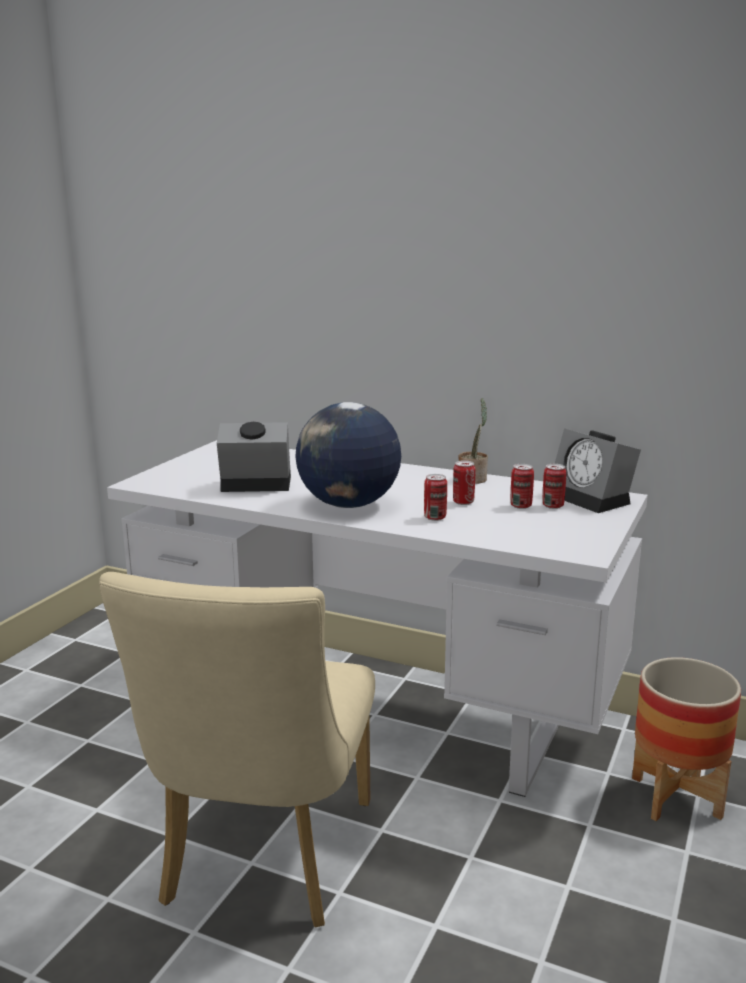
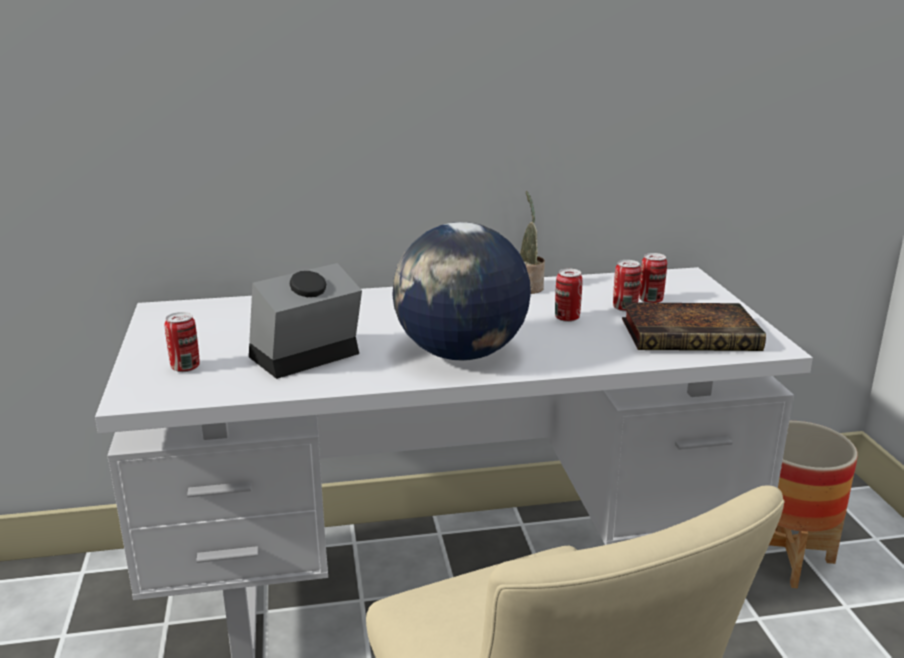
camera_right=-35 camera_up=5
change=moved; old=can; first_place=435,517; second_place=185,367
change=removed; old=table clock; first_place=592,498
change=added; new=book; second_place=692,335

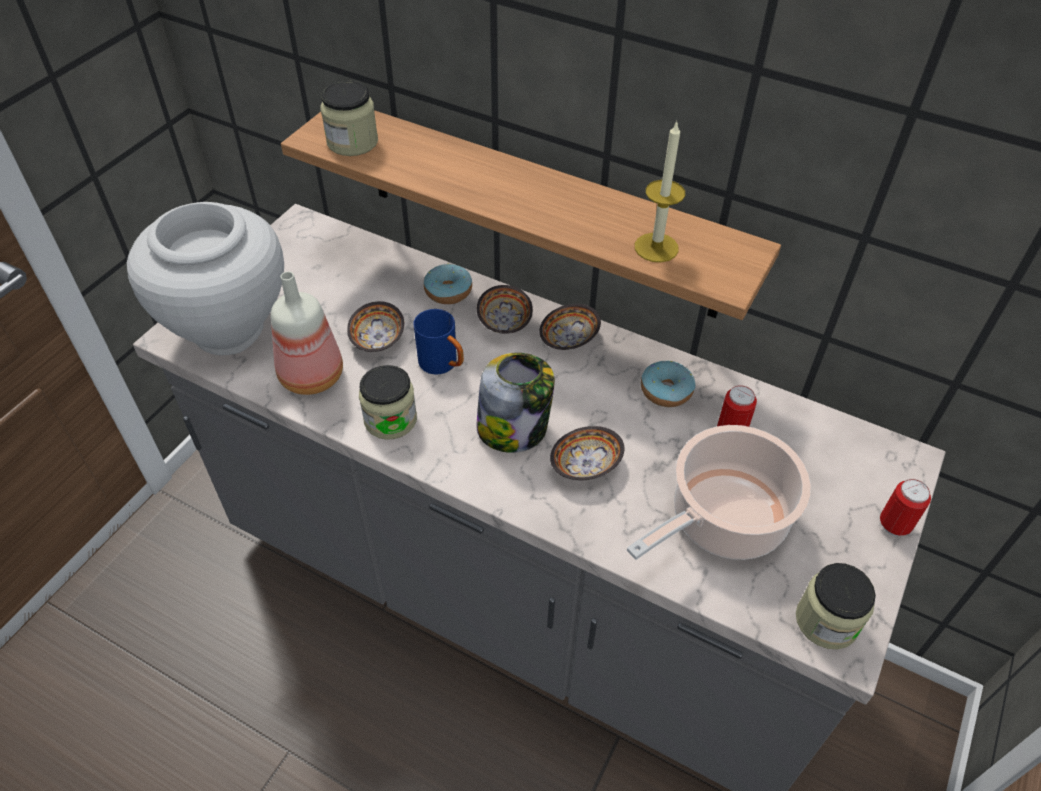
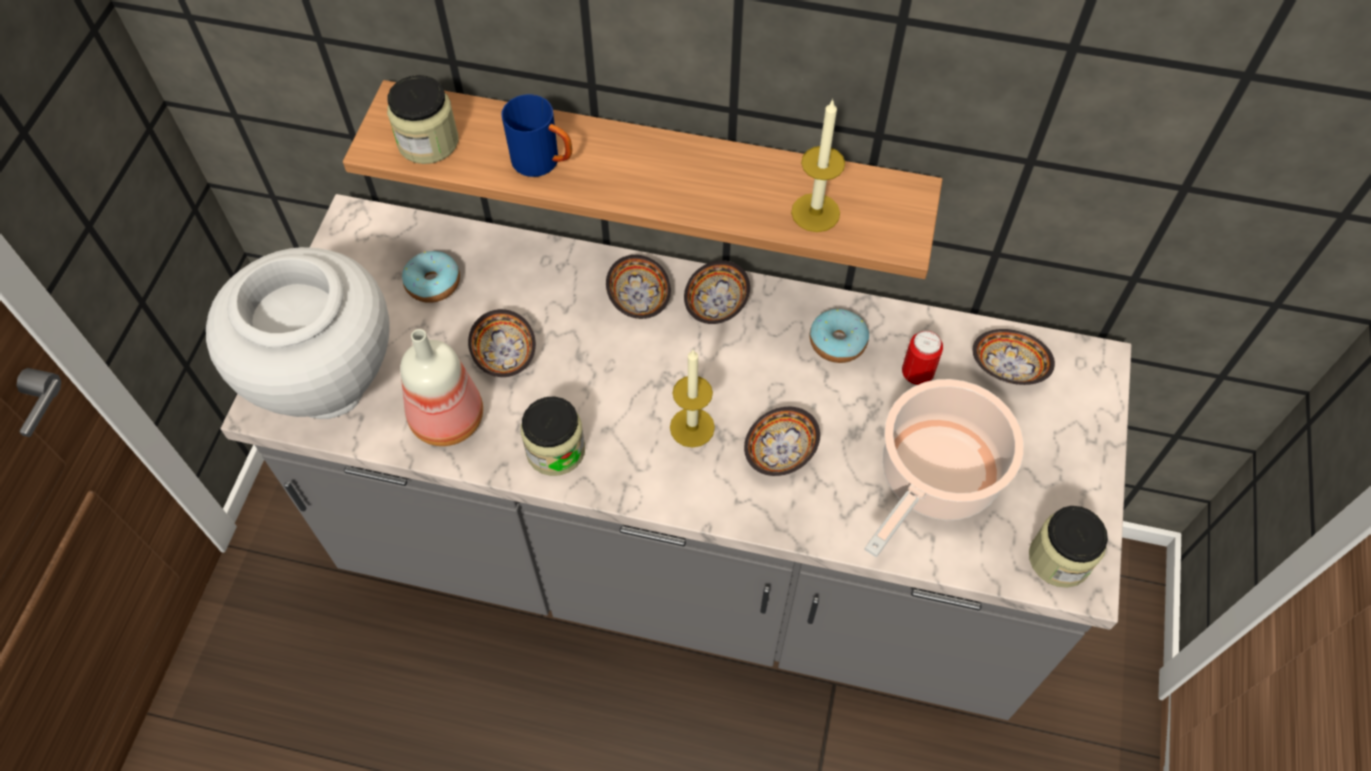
camera_right=-15 camera_up=10
change=moved; old=blue-coloured mug; first_place=443,365; second_place=544,163
change=moved; old=ring doughnut; first_place=448,291; second_place=433,283
change=replaced; old=storage jar; new=wax light; first_place=514,428; second_place=692,427
change=removed; old=can; first_place=894,525
change=added; new=serving bowl; second_place=1008,368

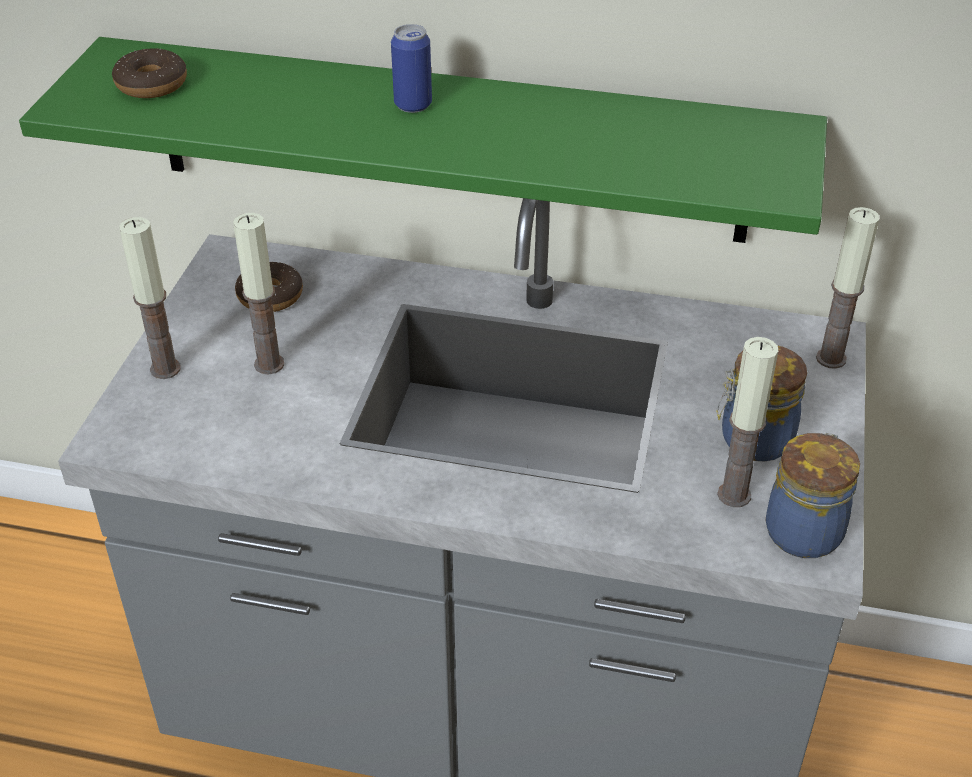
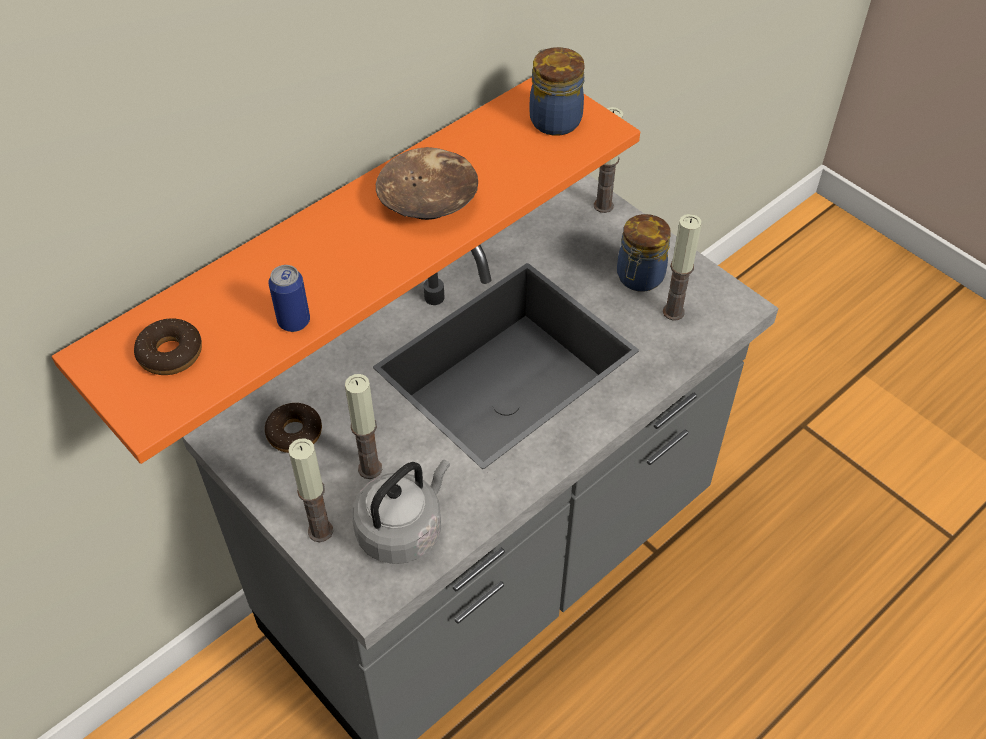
camera_right=-55 camera_up=10
change=recoloured; old=green-coloured bracket shelf; new=orange-coloured bracket shelf; first_place=447,140; second_place=333,239
change=moved; old=can; first_place=413,105; second_place=294,321
change=moved; old=storage jar; first_place=804,530; second_place=554,119
change=added; new=grey tea kettle; second_place=403,529
change=added; new=brown-coloured serving bowl; second_place=429,200

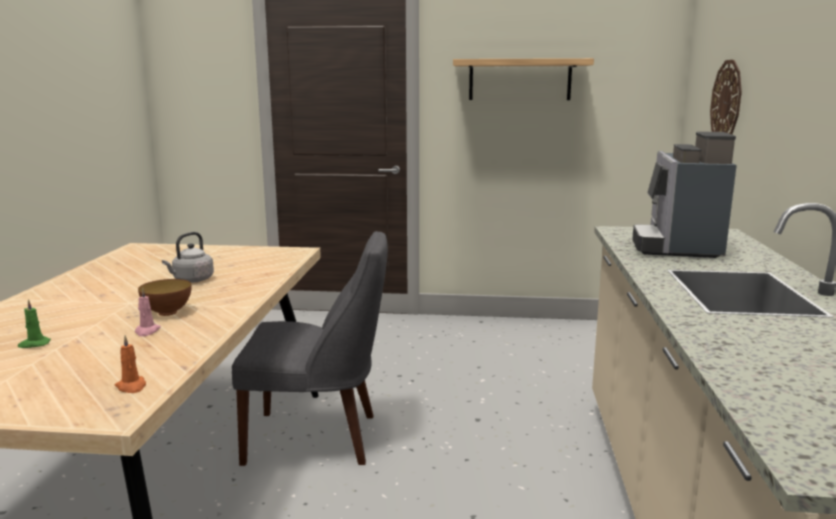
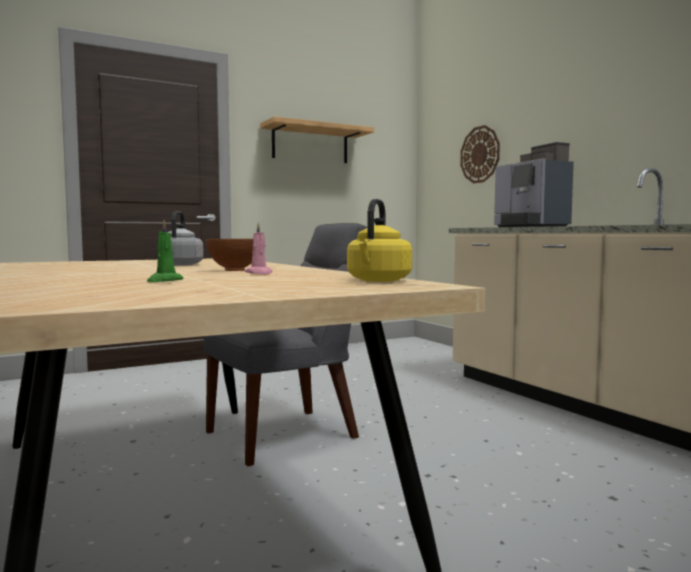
camera_right=-35 camera_up=-10
change=replaced; old=orange-coloured wax light; new=yellowish tea kettle; first_place=131,387; second_place=378,281

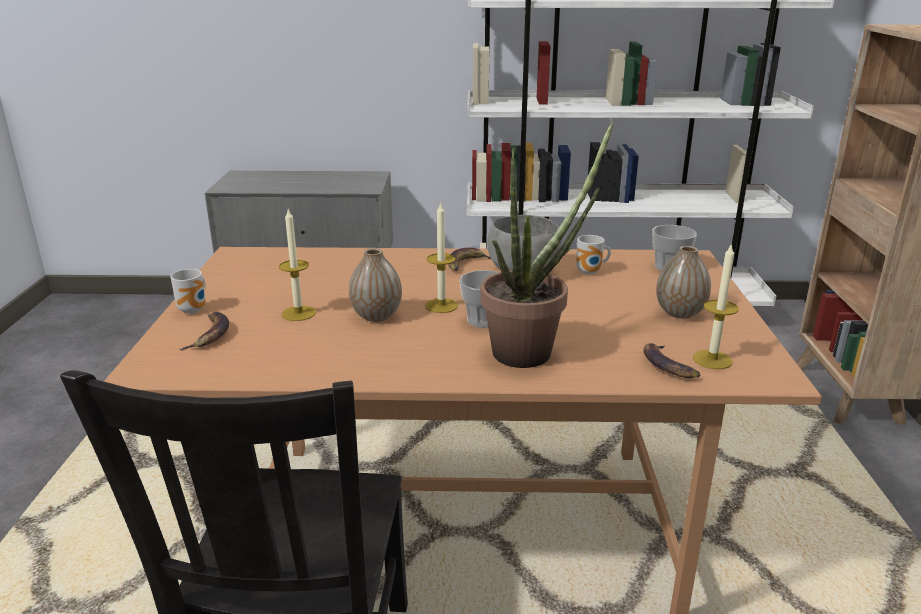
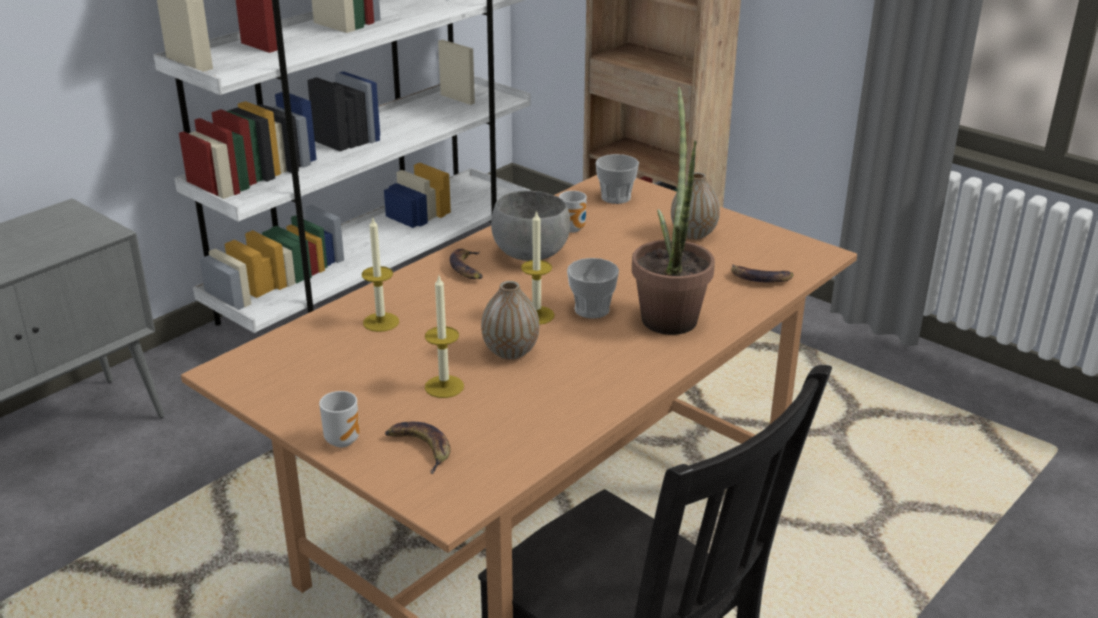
camera_right=-50 camera_up=5
change=moved; old=wax light; first_place=712,359; second_place=381,322

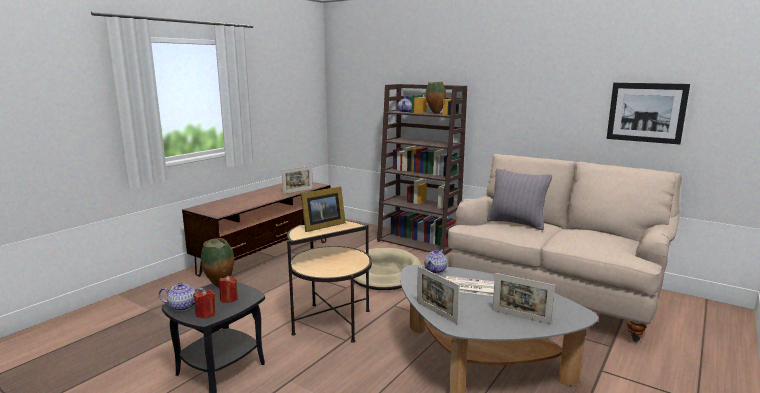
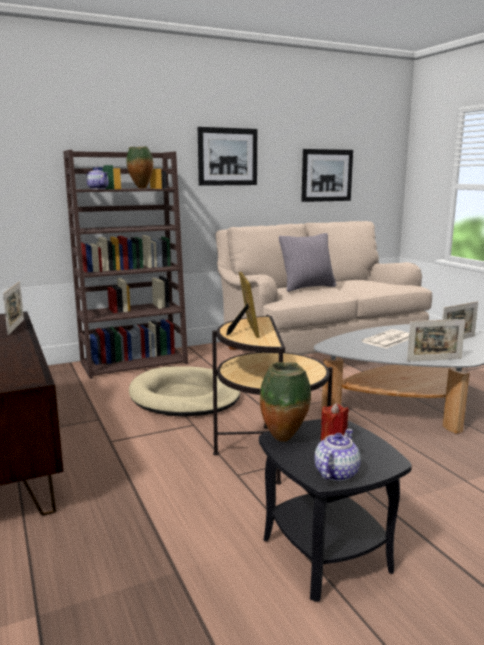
camera_right=-60 camera_up=0
change=removed; old=red wax light; first_place=205,314
change=removed; old=tea pot; first_place=435,270
change=added; new=wall art; second_place=227,157

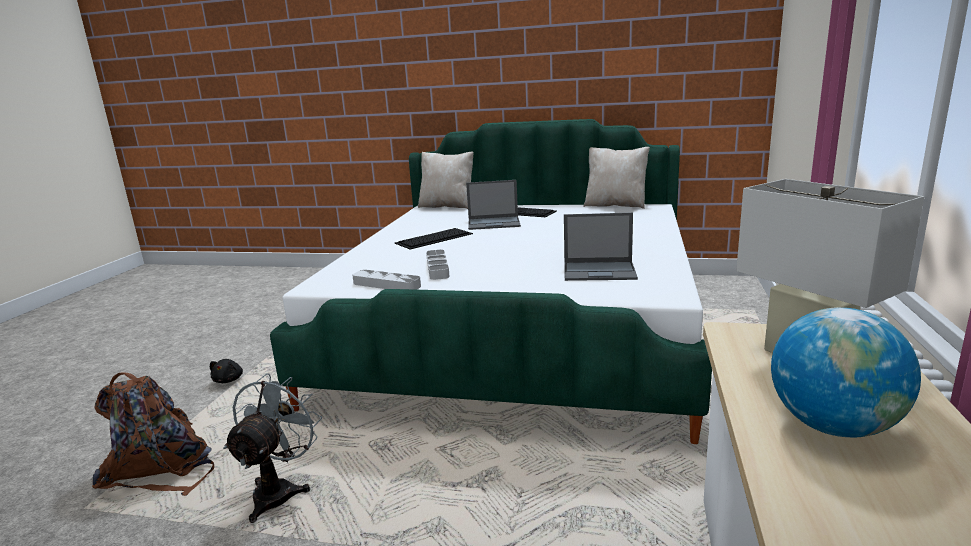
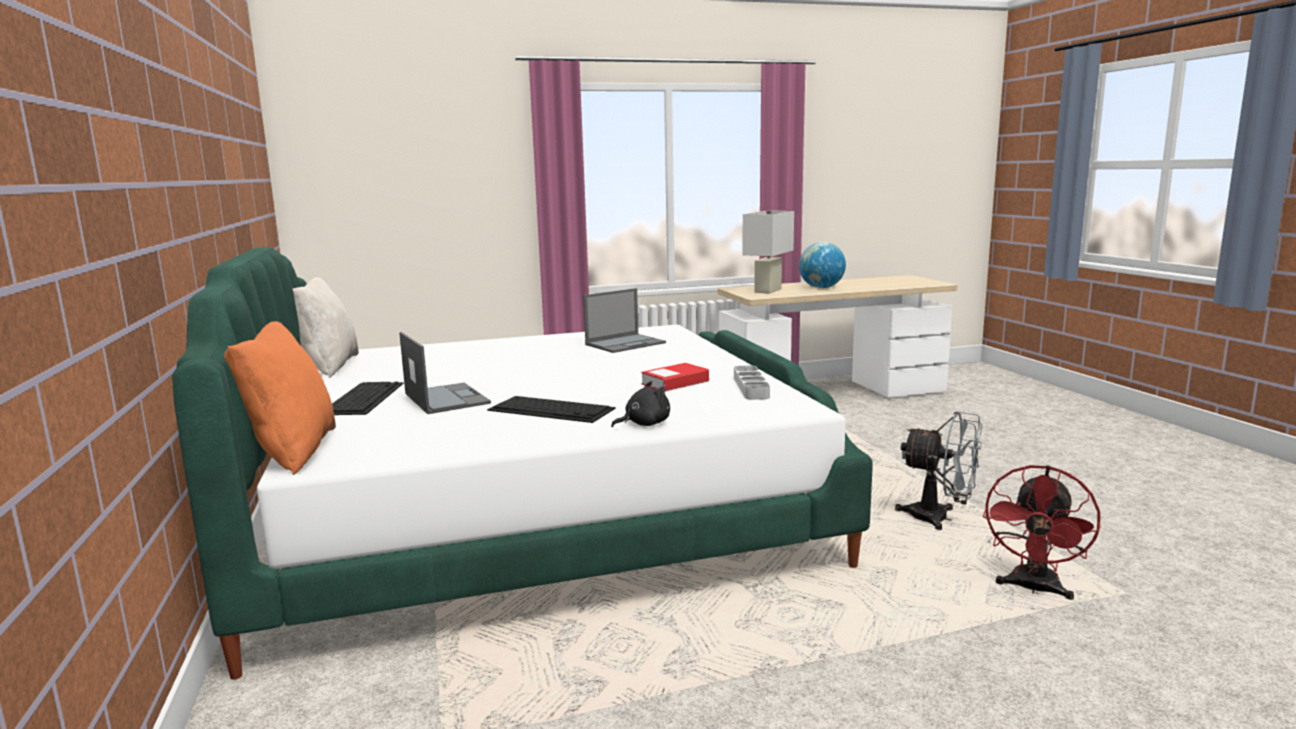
camera_right=-120 camera_up=-5
change=replaced; old=brown-coloured backpack; new=red cooling fan; first_place=162,468; second_place=1034,589
change=moved; old=blackish plush toy; first_place=229,380; second_place=644,424
change=turned; old=grey cooling fan; first_place=280,490; second_place=939,519; degrees=-135
change=recoloured; old=sand-coloured cushion; new=orange-coloured cushion; first_place=447,206; second_place=290,452
change=replaced; old=grey serving tray; new=book; first_place=437,268; second_place=675,383
change=turned; old=notebook computer; first_place=600,271; second_place=626,343; degrees=75

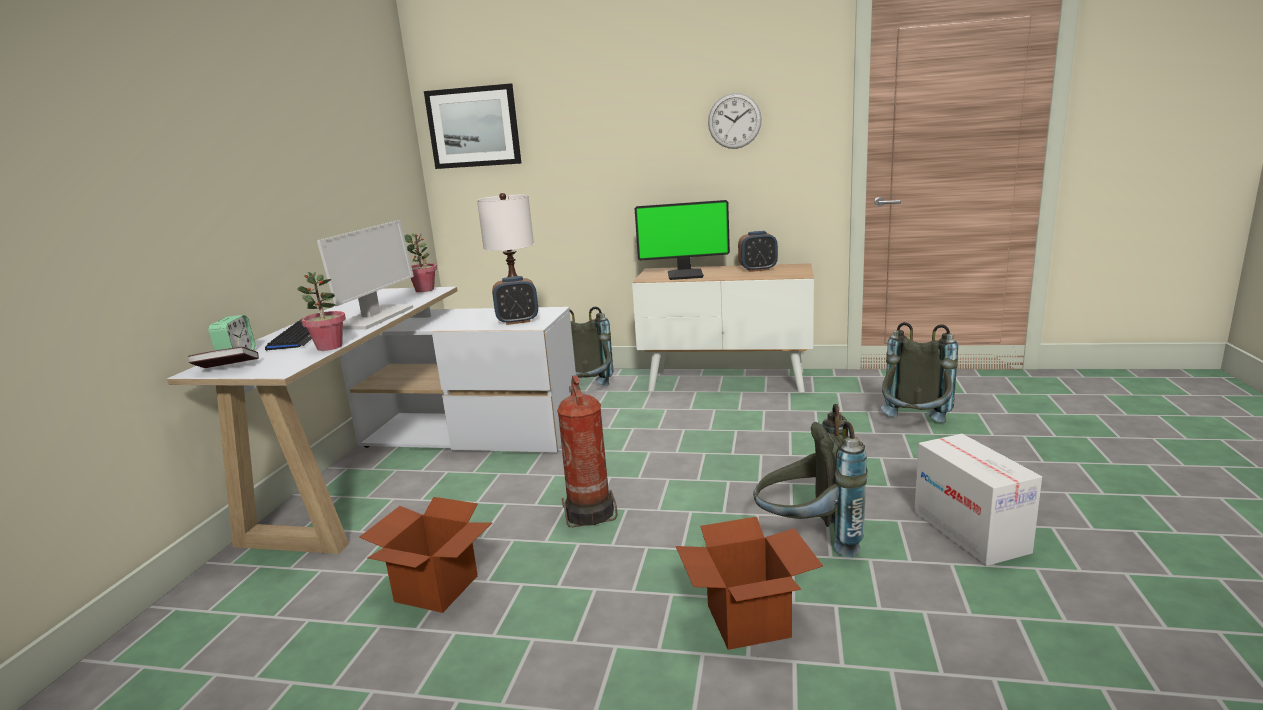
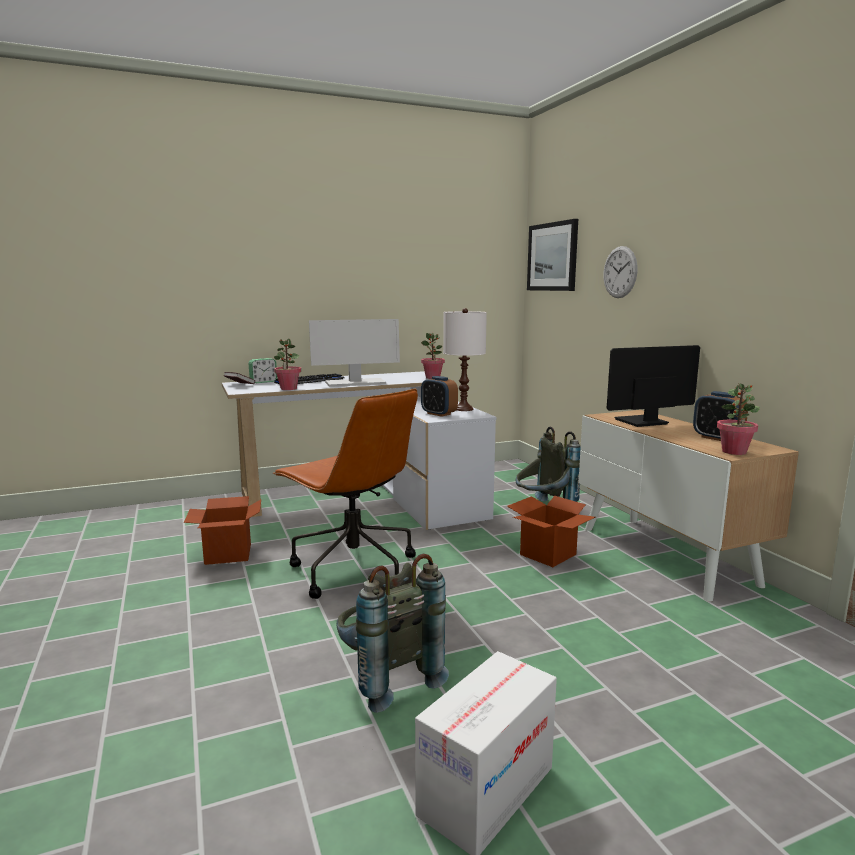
camera_right=55 camera_up=-5
change=replaced; old=extinguisher; new=brown-coloured computer chair; first_place=590,512; second_place=352,570
change=turned; old=computer display; first_place=685,274; second_place=642,422; degrees=105
change=moved; old=packing box; first_place=747,621; second_place=548,554
change=moved; old=hanging clock; first_place=734,121; second_place=620,272
change=removed; old=grey backpack; first_place=914,427
change=added; new=potted plant; second_place=734,452

